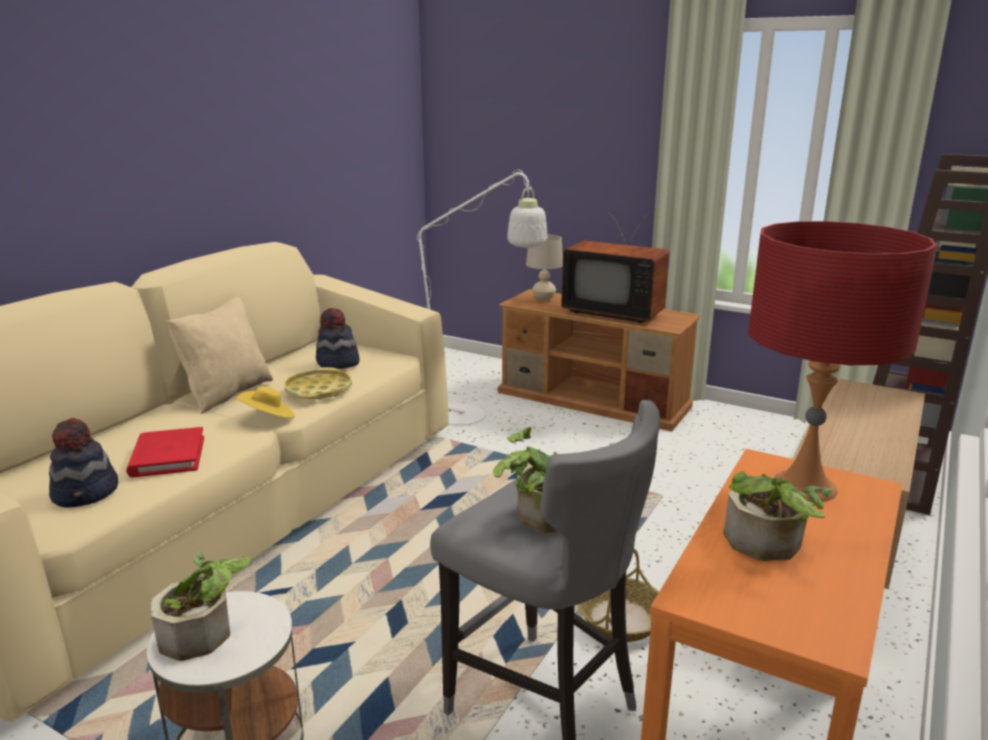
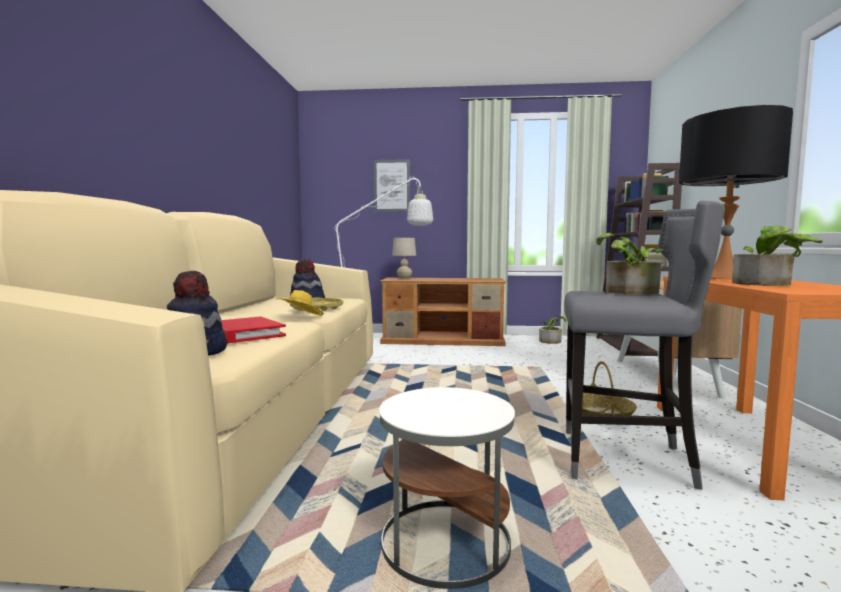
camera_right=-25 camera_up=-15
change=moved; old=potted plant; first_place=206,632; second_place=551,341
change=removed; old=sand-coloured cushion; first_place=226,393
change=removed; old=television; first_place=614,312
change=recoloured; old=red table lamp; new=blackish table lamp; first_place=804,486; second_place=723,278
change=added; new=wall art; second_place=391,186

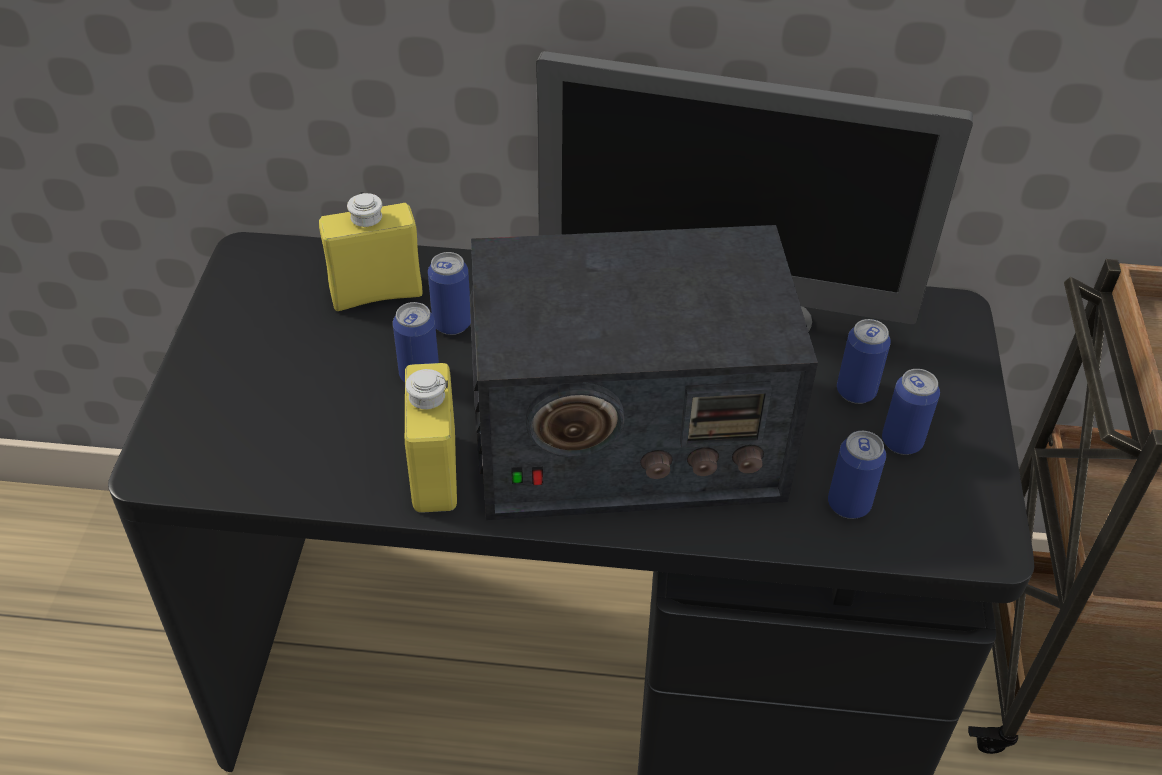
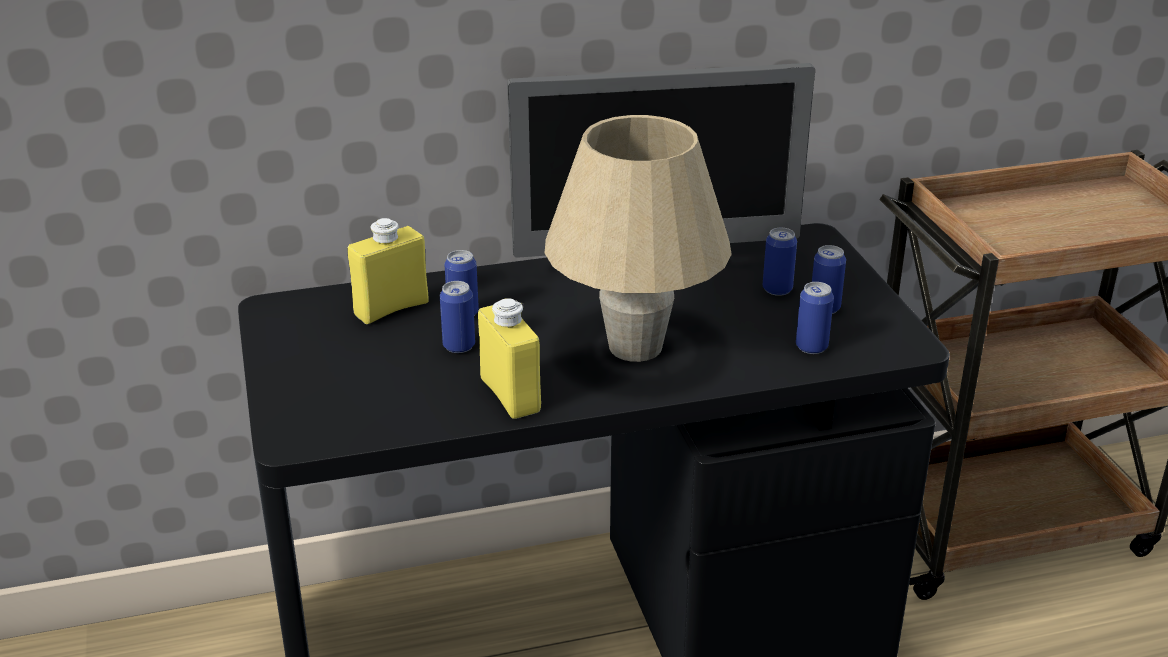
camera_right=-20 camera_up=-15
change=replaced; old=radio set; new=sand-coloured table lamp; first_place=625,438; second_place=635,347

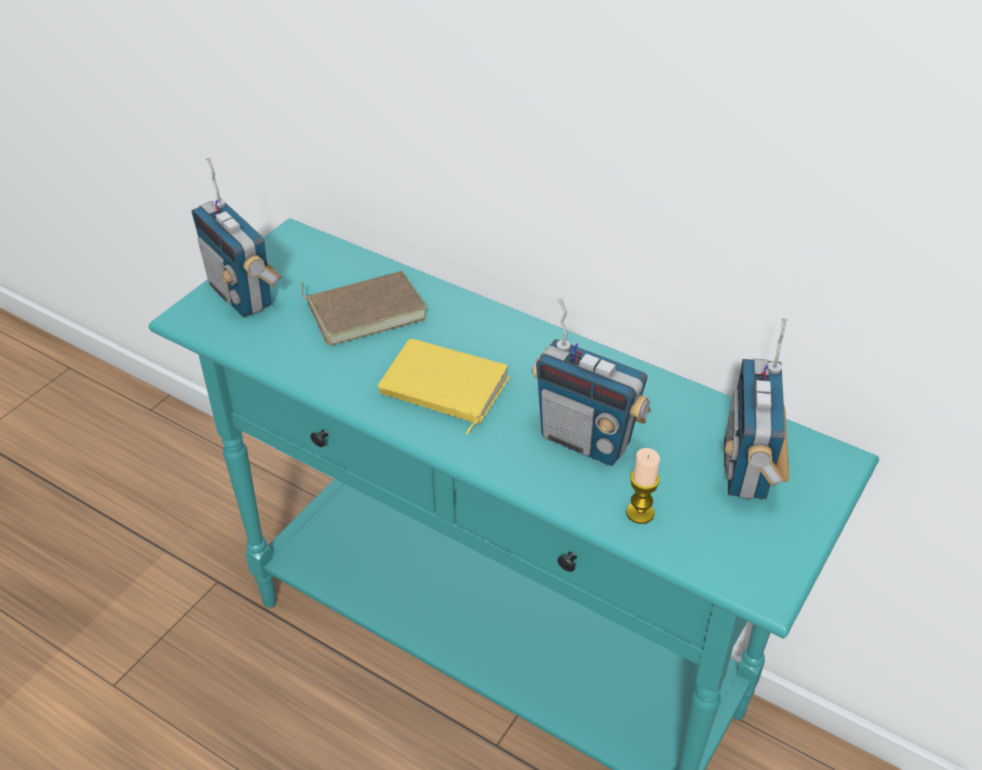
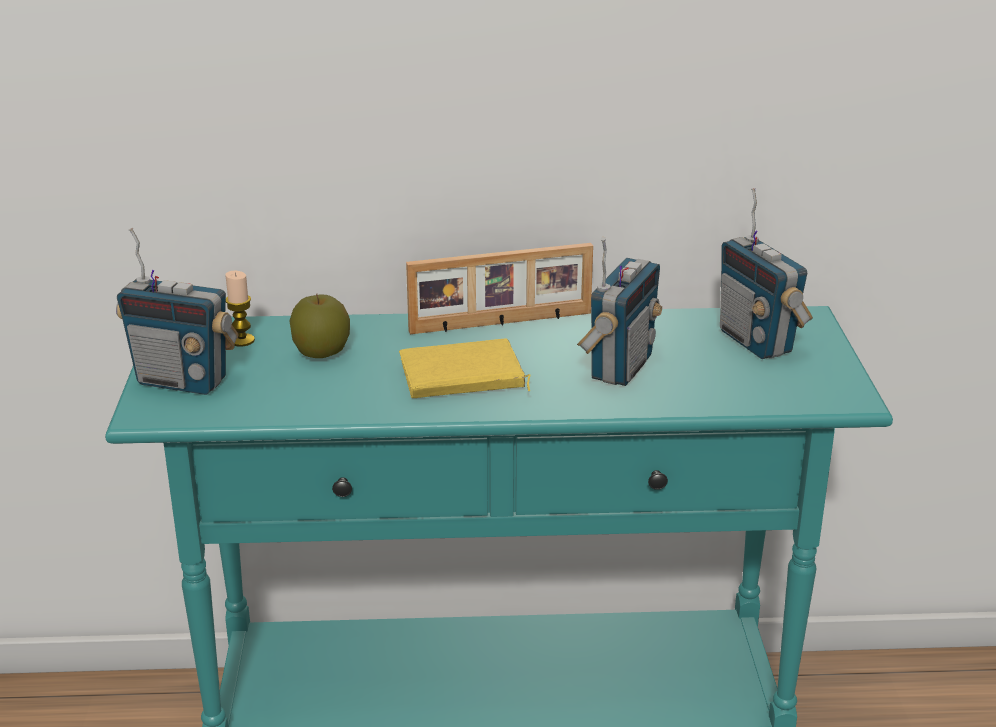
camera_right=-35 camera_up=-15
change=replaced; old=brown-coloured book; new=whole apple; first_place=365,310; second_place=321,353
change=turned; old=radio set; first_place=586,440; second_place=620,367; degrees=-60
change=moved; old=wax light; first_place=640,513; second_place=242,340
change=added; new=picture frame; second_place=501,323

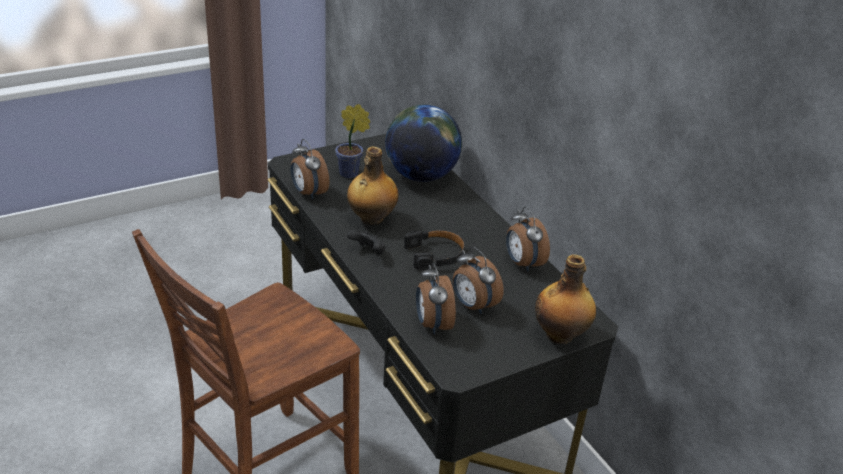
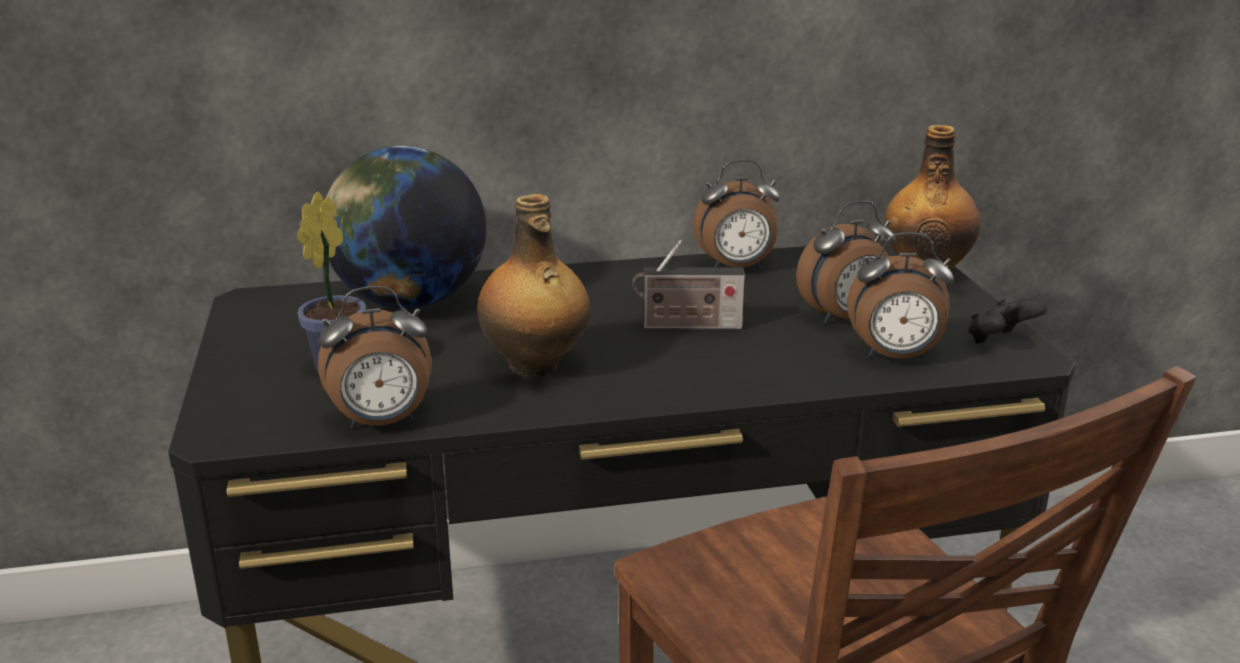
camera_right=-70 camera_up=-10
change=moved; old=blackish joypad; first_place=368,252; second_place=1000,342
change=replaced; old=blackish headset; new=radio set; first_place=435,255; second_place=687,326

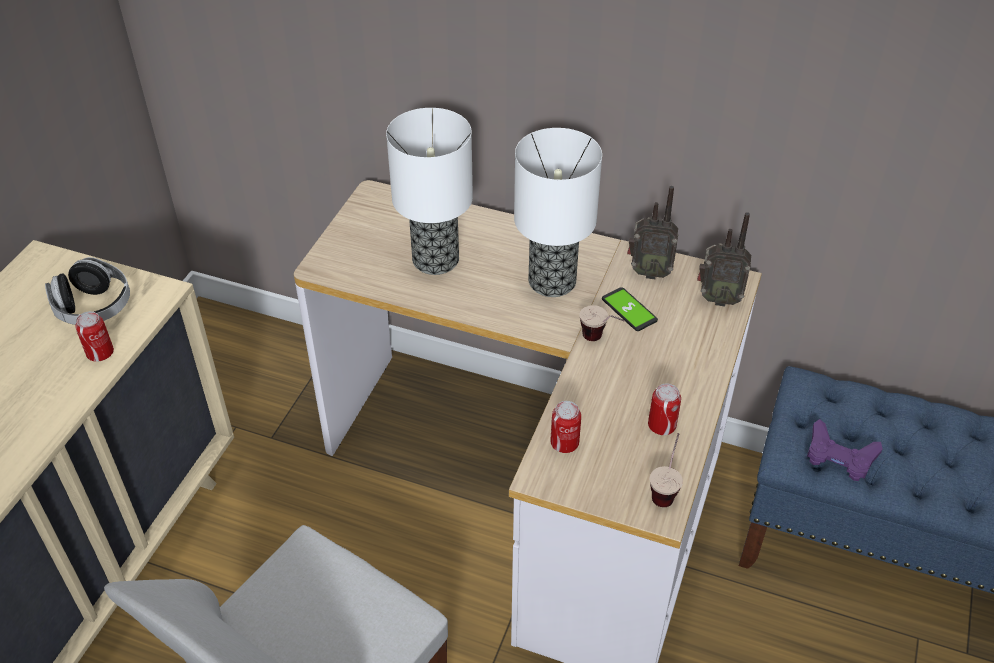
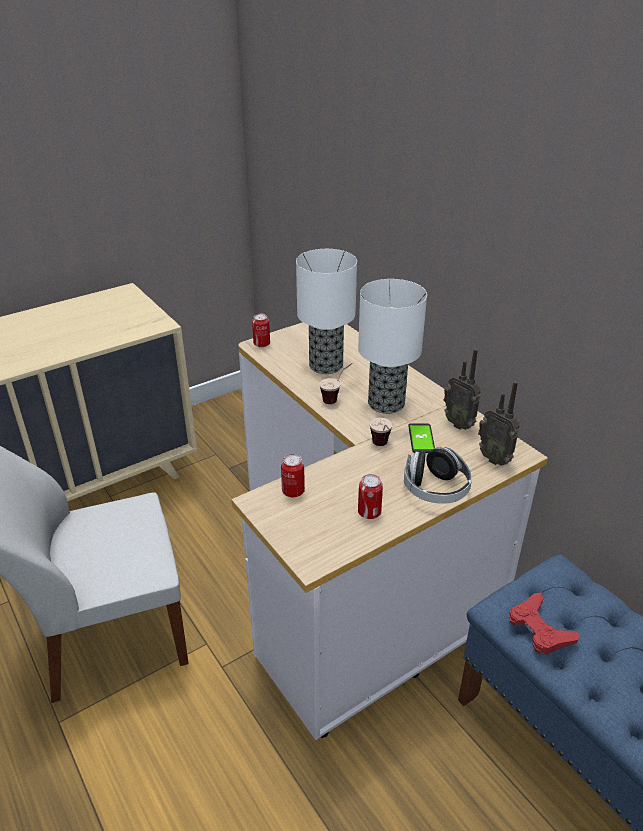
camera_right=35 camera_up=-10
change=moved; old=headset; first_place=94,308; second_place=435,489
change=moved; old=can; first_place=100,353; second_place=261,344
change=moved; old=cup; first_place=665,488; second_place=336,398
change=recoloured; old=purple-coloured joypad; new=red joypad; first_place=839,456; second_place=539,629

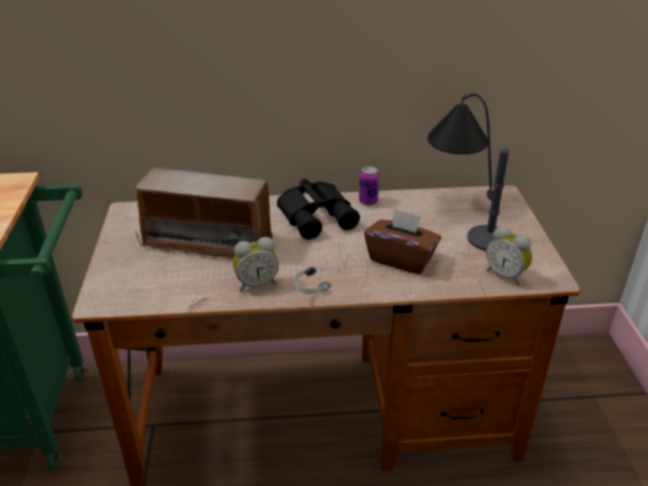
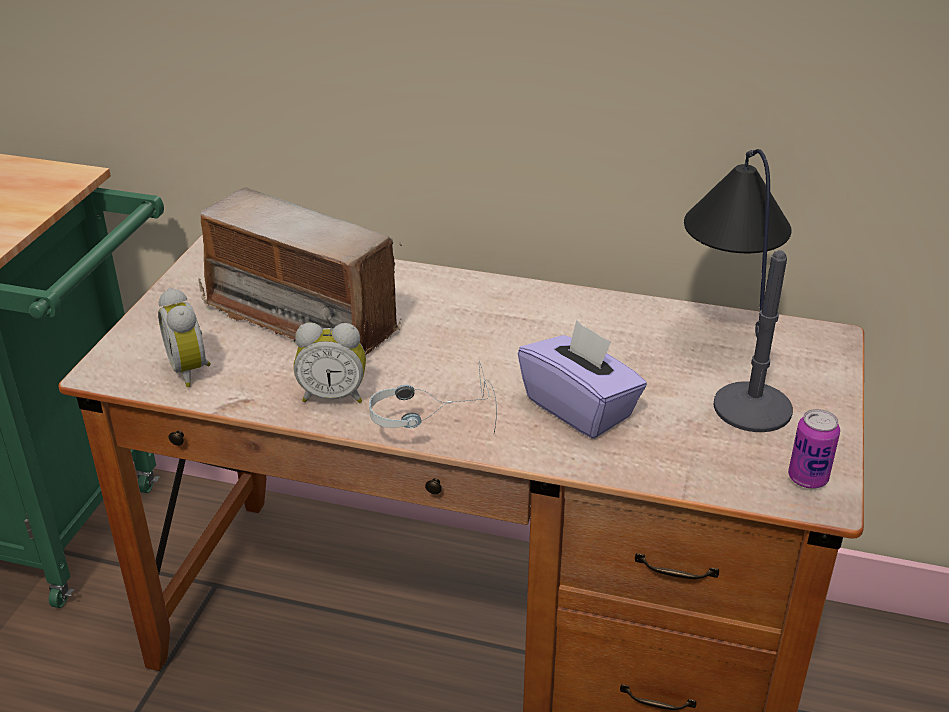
camera_right=20 camera_up=0
change=removed; old=blackish field glasses; first_place=317,215
change=moved; old=can; first_place=368,201; second_place=807,478
change=recoloured; old=brown-coloured box of tissues; new=purple-coloured box of tissues; first_place=401,259; second_place=579,408
change=moved; old=table clock; first_place=506,275; second_place=192,370

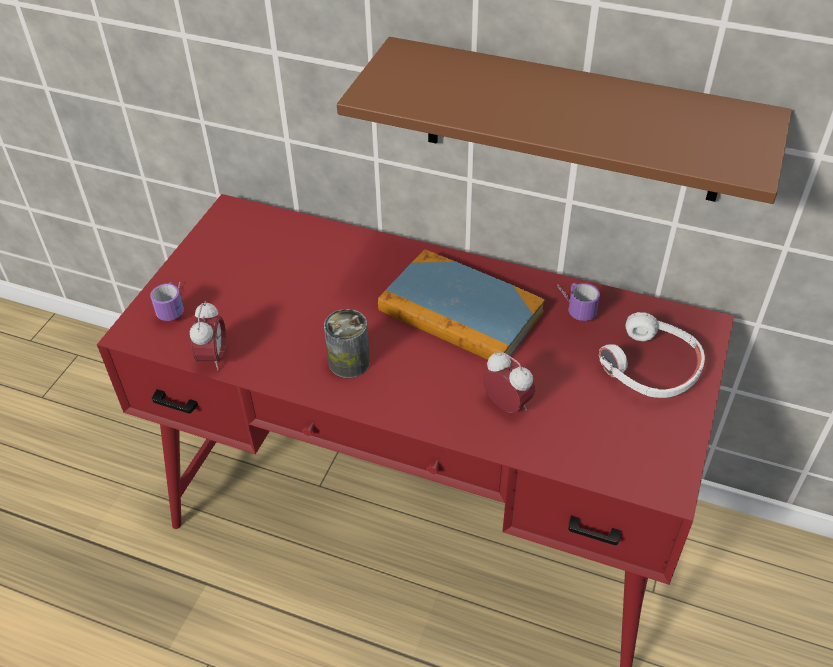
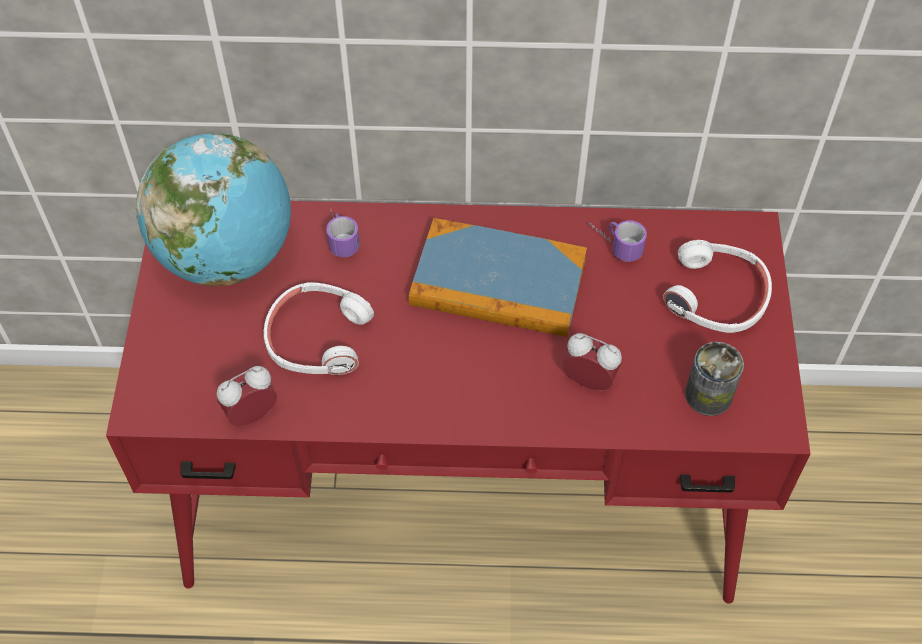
camera_right=-20 camera_up=10
change=moved; old=mug; first_place=175,305; second_place=340,237
change=turned; old=table clock; first_place=213,358; second_place=251,414; degrees=-105
change=moved; old=can; first_place=349,362; second_place=708,395
change=removed; old=brown-coloured bracket shelf; first_place=572,121
change=added; new=desk globe; second_place=227,255
change=added; new=white-coloured headset; second_place=318,338

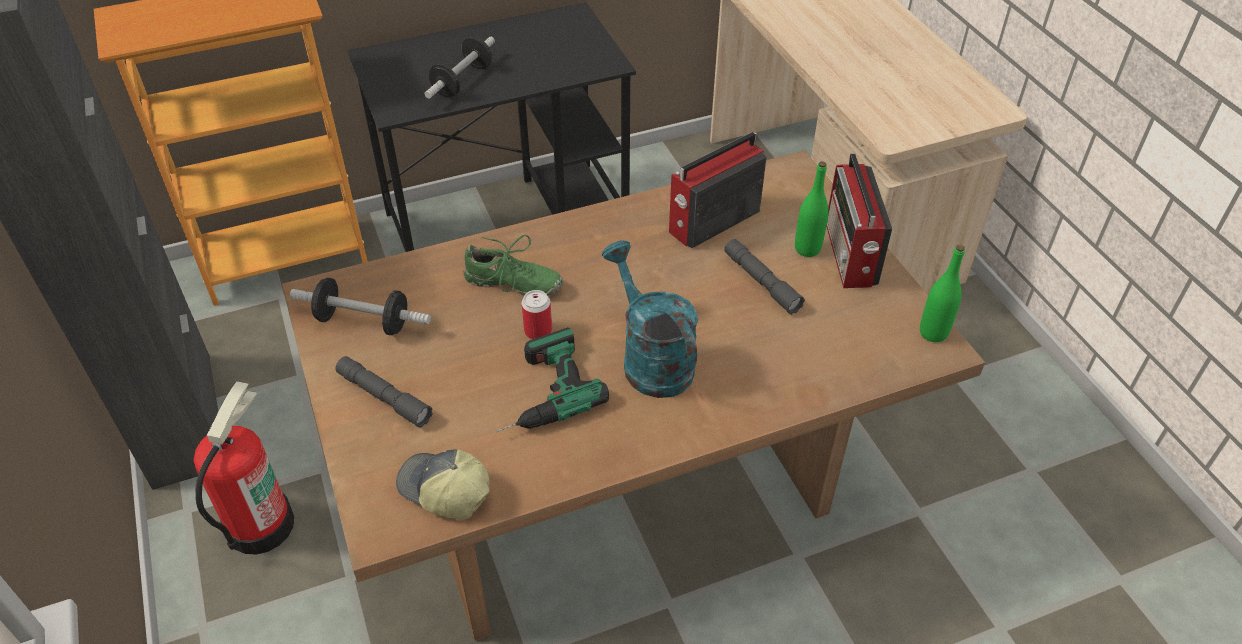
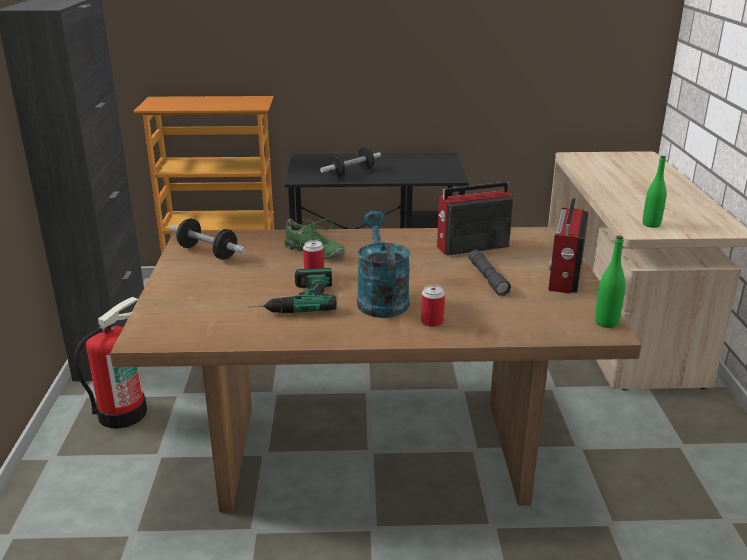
camera_right=20 camera_up=-20
change=removed; old=grey torch; first_place=384,397
change=removed; old=peaked cap; first_place=444,491
change=moved; old=green-coloured drink bottle; first_place=807,249; second_place=651,224
change=added; new=can; second_place=432,322

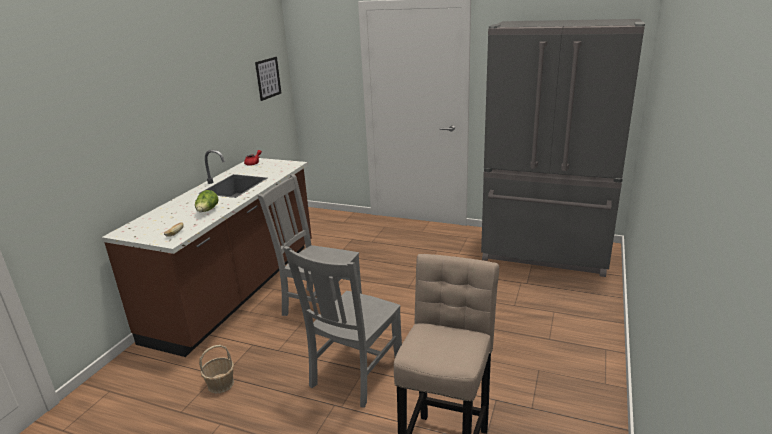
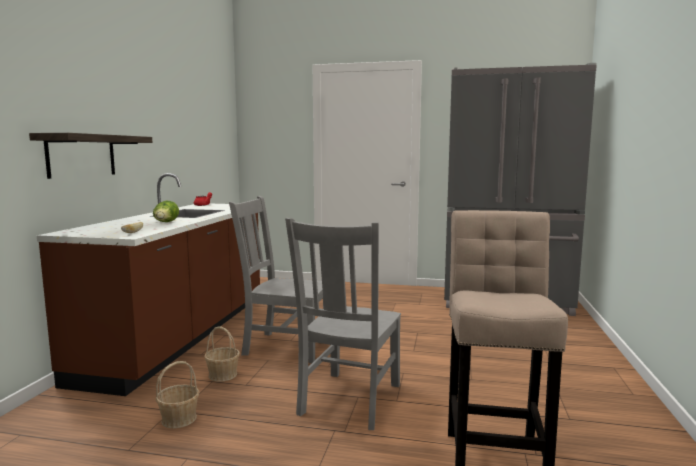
camera_right=-10 camera_up=-15
change=removed; old=wall art; first_place=268,78
change=added; new=bracket shelf; second_place=81,155
change=added; new=basket; second_place=223,375

